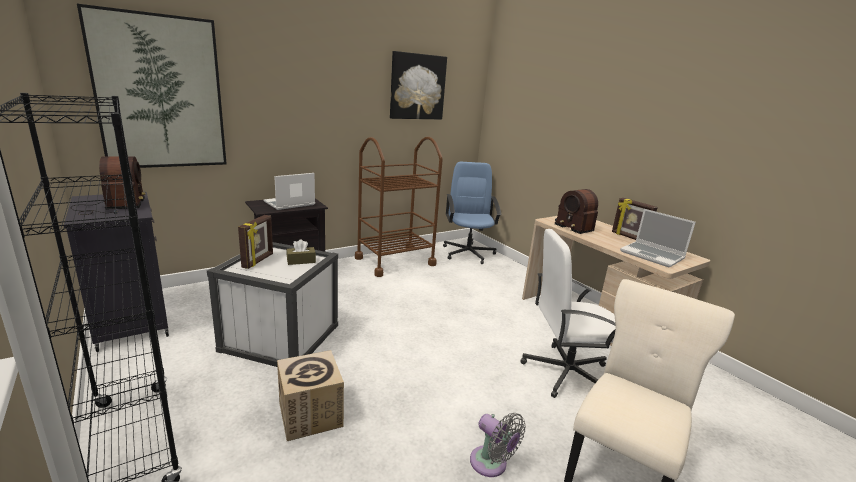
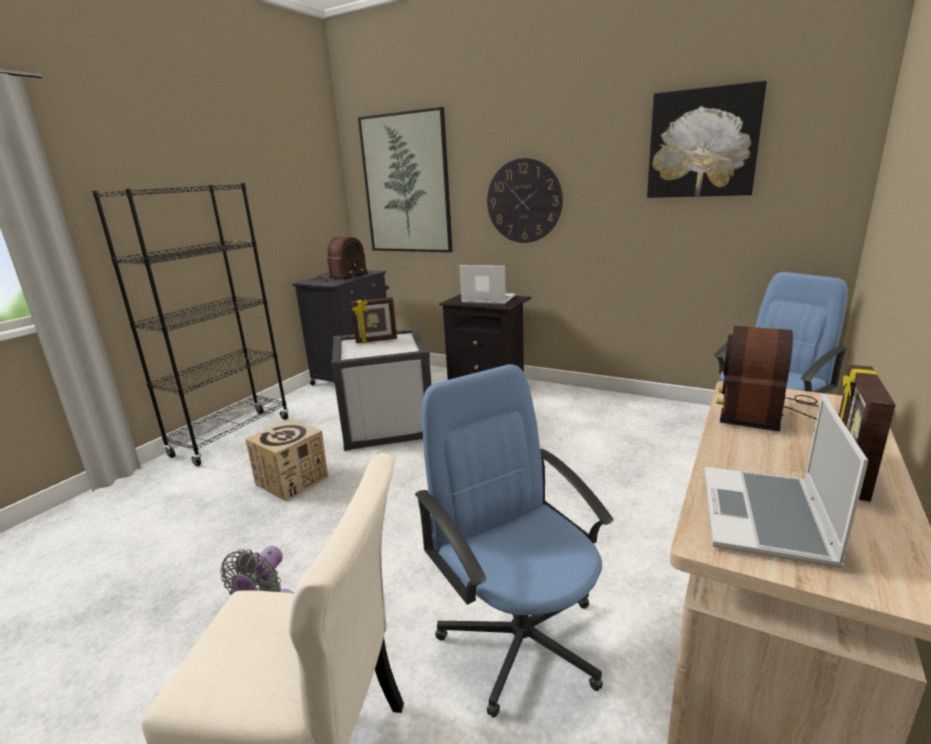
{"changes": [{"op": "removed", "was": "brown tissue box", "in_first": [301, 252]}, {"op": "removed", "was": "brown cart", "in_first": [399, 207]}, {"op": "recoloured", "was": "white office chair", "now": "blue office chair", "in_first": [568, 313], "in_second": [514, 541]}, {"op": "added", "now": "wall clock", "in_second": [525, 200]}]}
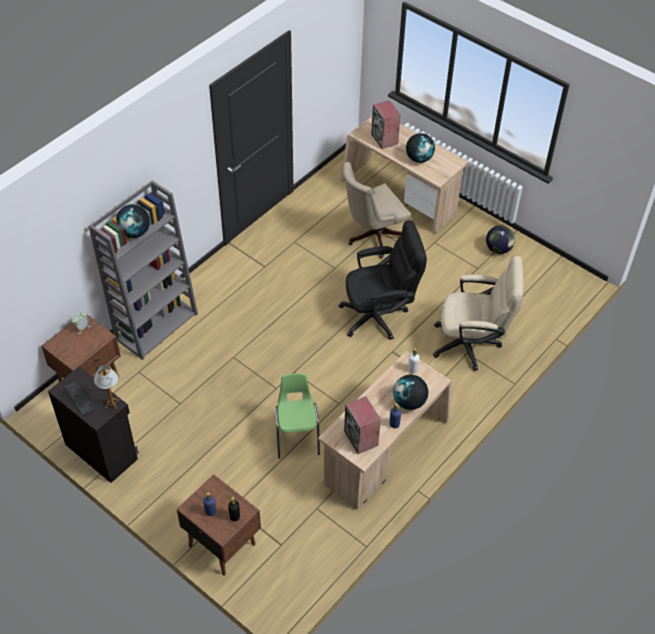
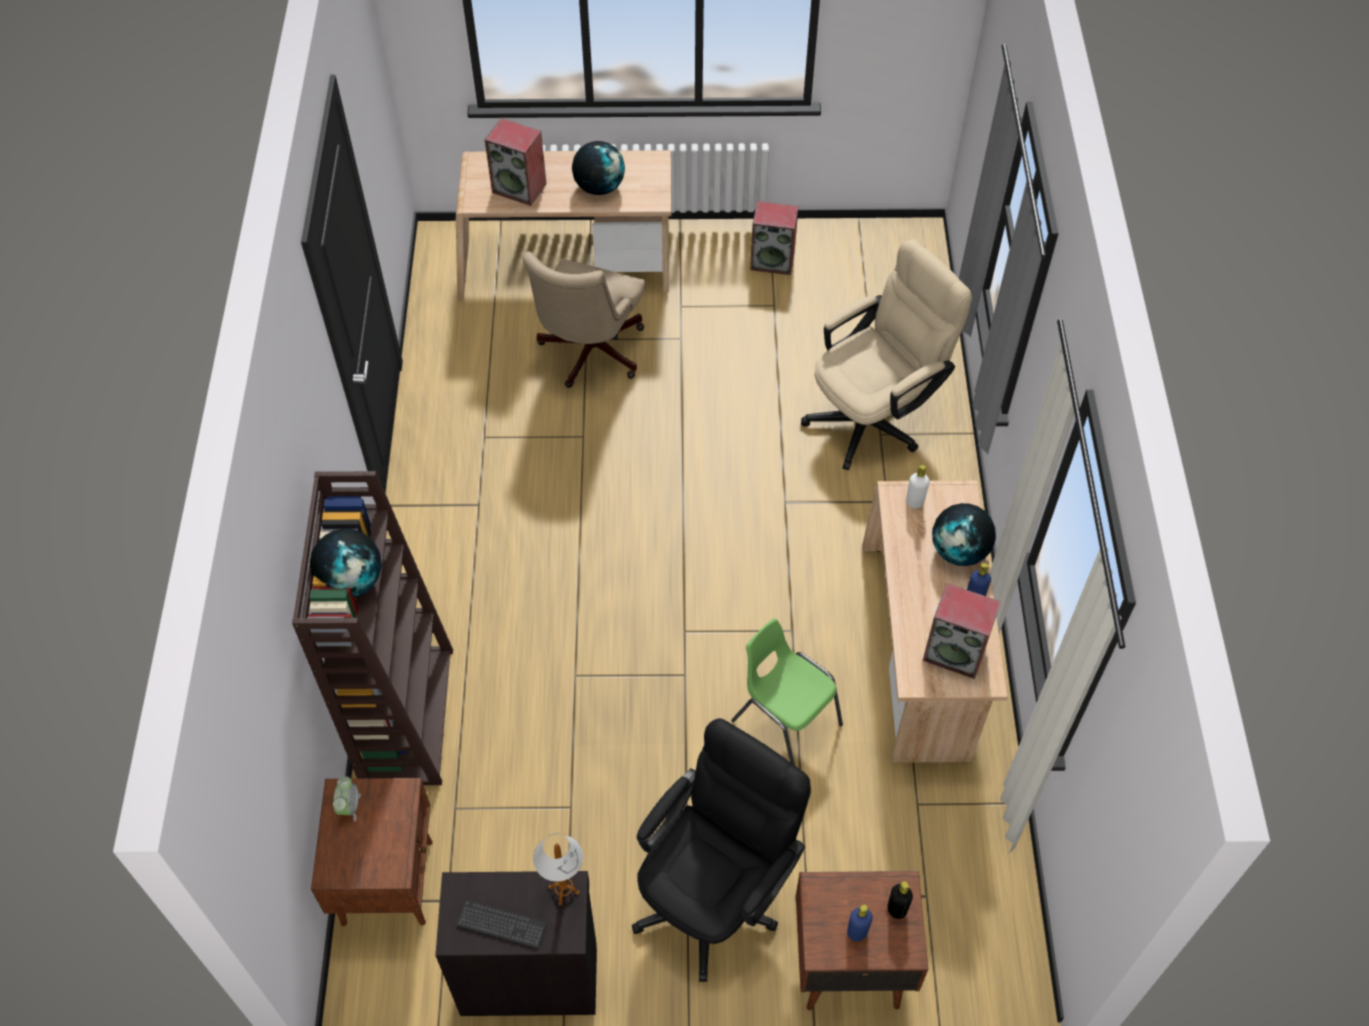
{"changes": [{"op": "recoloured", "was": "grey bookcase", "now": "brown bookcase", "in_first": [143, 270], "in_second": [372, 628]}, {"op": "moved", "was": "black office chair", "in_first": [383, 280], "in_second": [721, 850]}, {"op": "replaced", "was": "globe", "now": "speaker", "in_first": [500, 239], "in_second": [774, 238]}]}
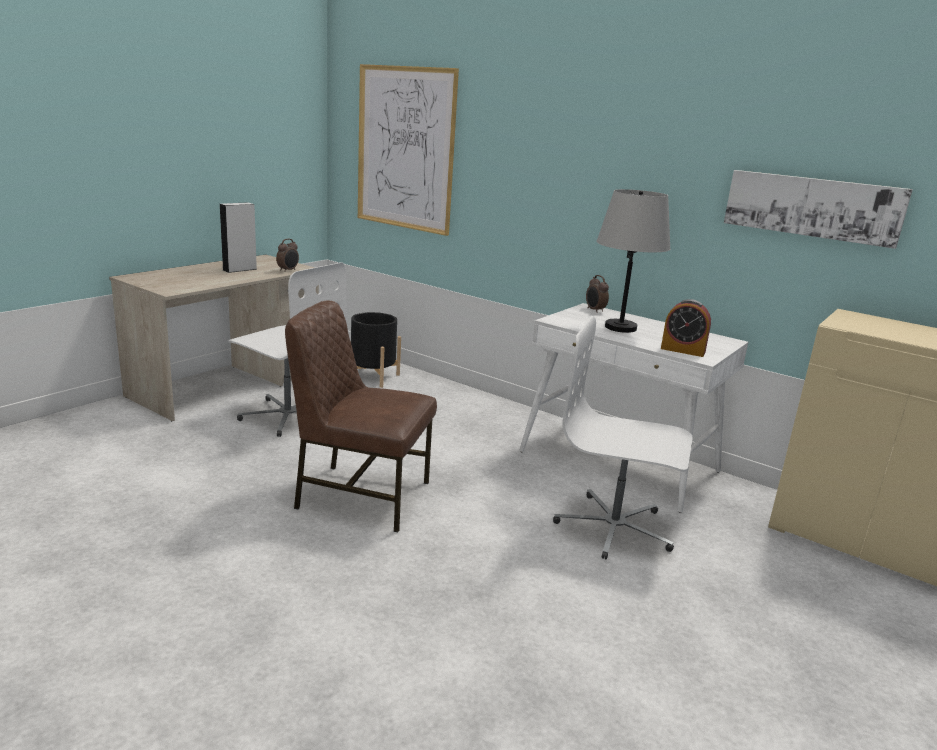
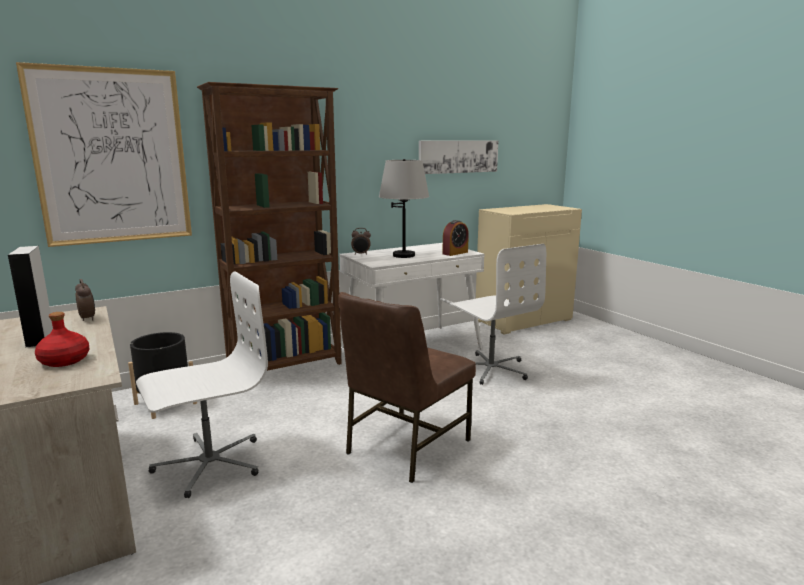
{"changes": [{"op": "turned", "was": "white office chair", "in_first": [623, 438], "in_second": [497, 314], "clockwise": -75}, {"op": "added", "now": "red bottle", "in_second": [62, 339]}, {"op": "added", "now": "brown bookcase", "in_second": [269, 226]}]}
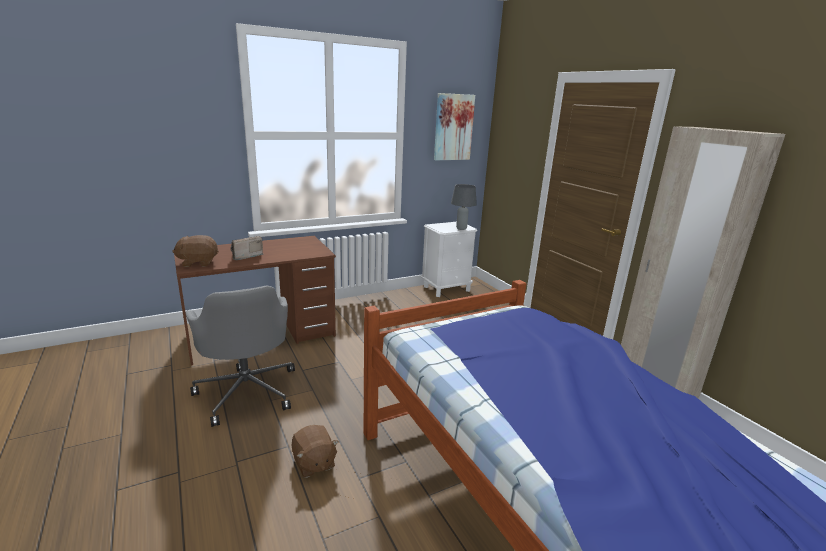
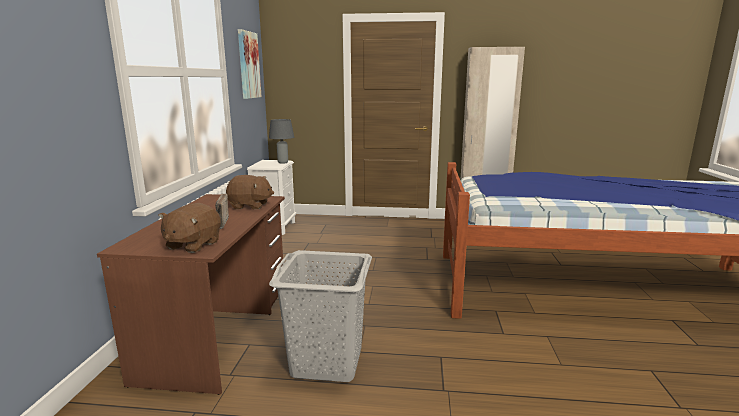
{"changes": [{"op": "replaced", "was": "grey office chair", "now": "grey laundry basket", "in_first": [240, 356], "in_second": [320, 316]}, {"op": "moved", "was": "brown plush toy", "in_first": [315, 451], "in_second": [250, 192]}]}
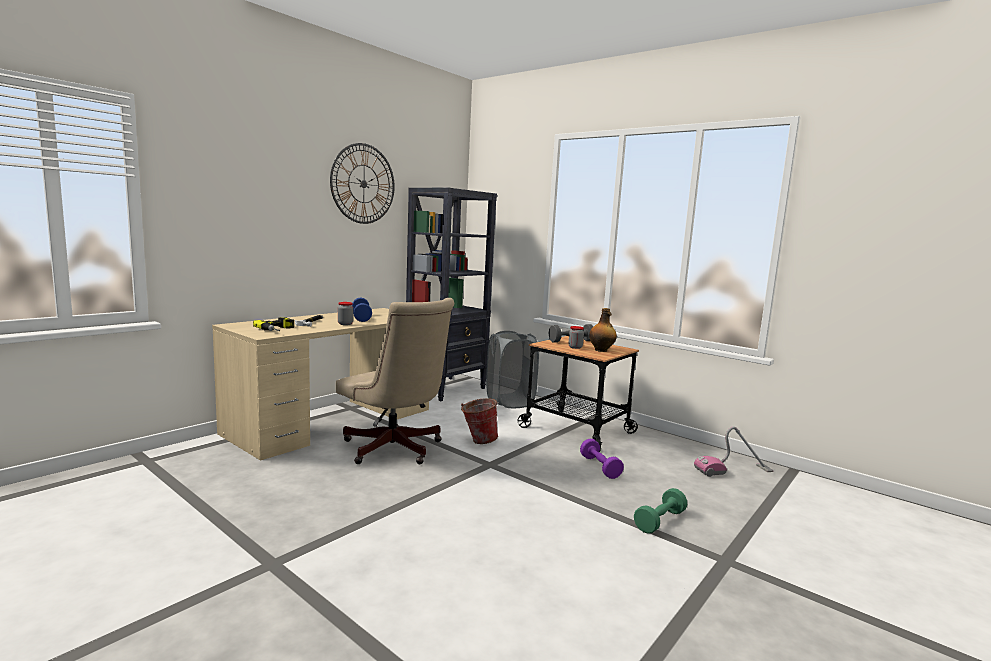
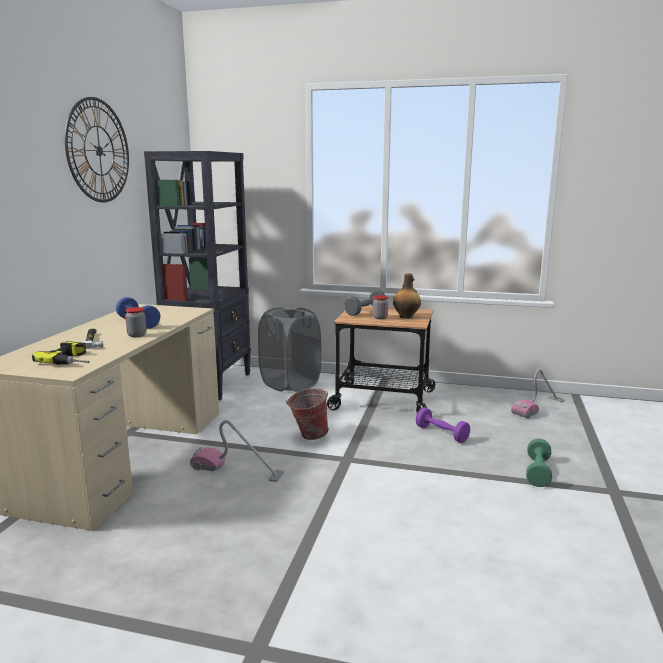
{"changes": [{"op": "replaced", "was": "beige office chair", "now": "vacuum cleaner", "in_first": [395, 381], "in_second": [237, 451]}]}
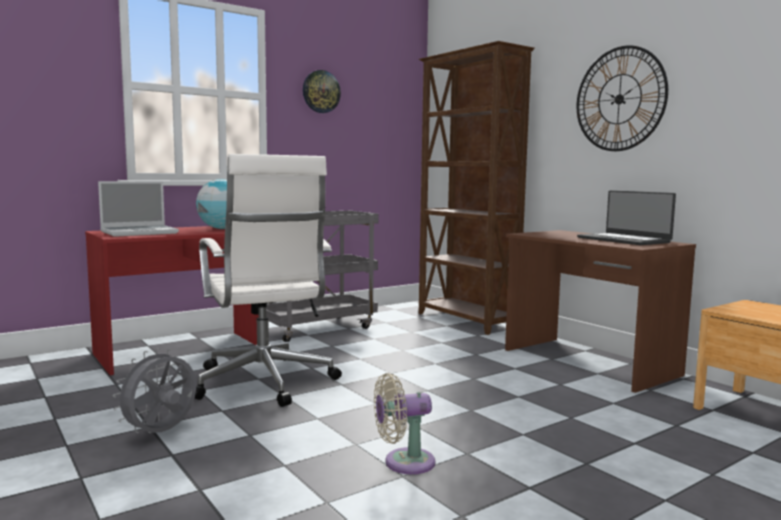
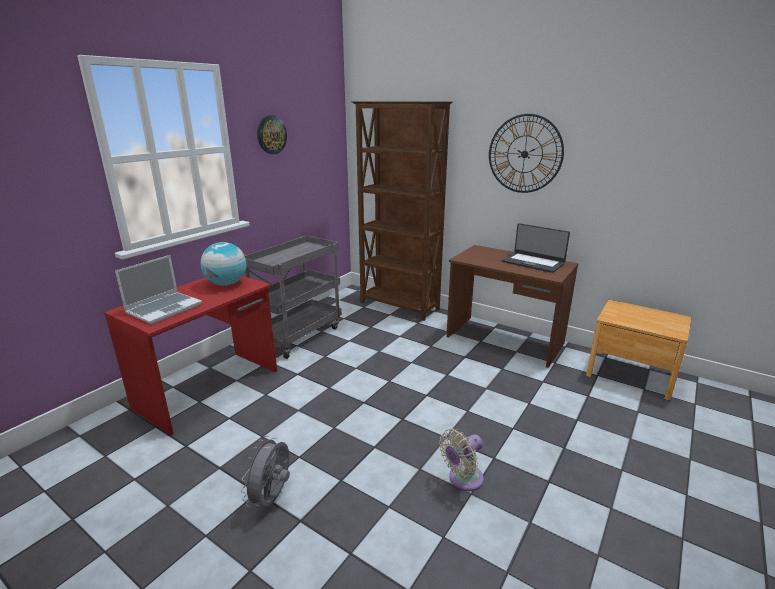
{"changes": [{"op": "removed", "was": "white office chair", "in_first": [268, 280]}]}
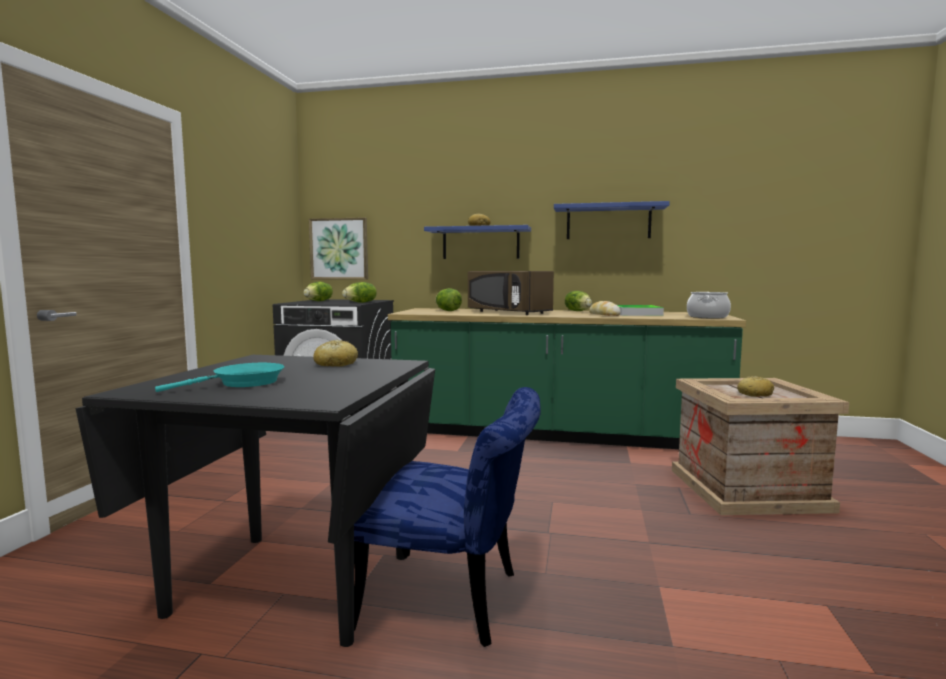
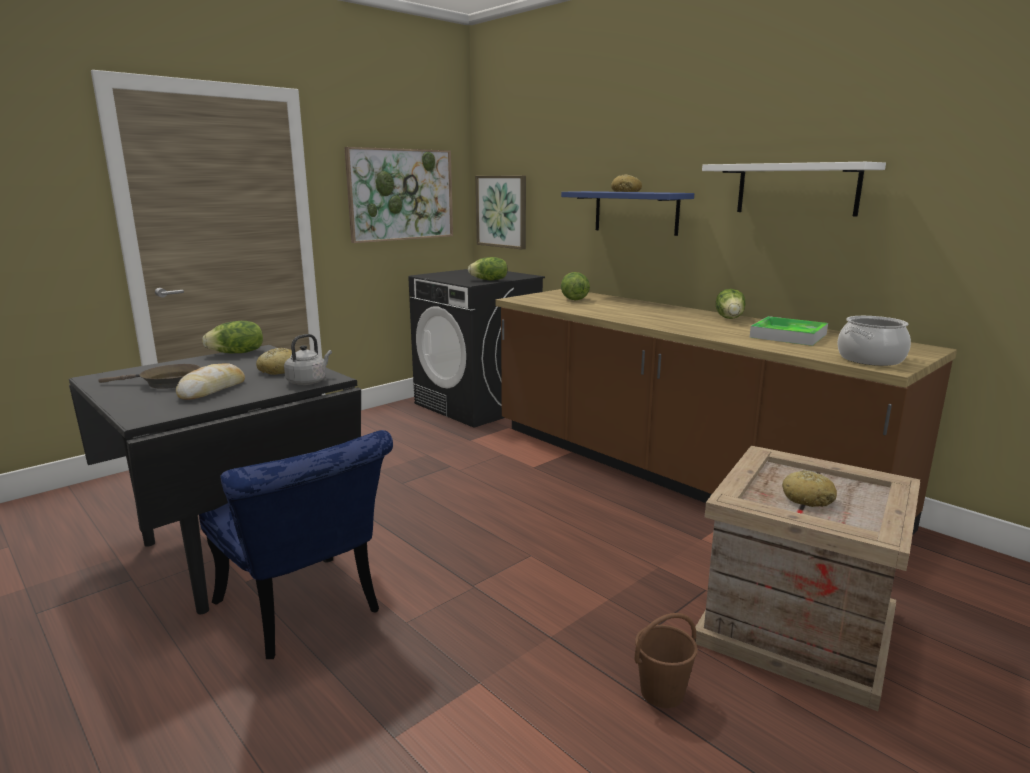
{"changes": [{"op": "recoloured", "was": "turquoise frying pan", "now": "brown frying pan", "in_first": [220, 377], "in_second": [149, 376]}, {"op": "moved", "was": "lettuce", "in_first": [318, 291], "in_second": [232, 337]}, {"op": "recoloured", "was": "green counter", "now": "brown counter", "in_first": [567, 378], "in_second": [726, 412]}, {"op": "removed", "was": "brown microwave", "in_first": [511, 293]}, {"op": "recoloured", "was": "blue shelf", "now": "white shelf", "in_first": [612, 220], "in_second": [794, 189]}, {"op": "moved", "was": "bread", "in_first": [605, 308], "in_second": [210, 381]}, {"op": "added", "now": "grey kettle", "in_second": [308, 359]}, {"op": "added", "now": "picture", "in_second": [398, 195]}, {"op": "added", "now": "brown bucket", "in_second": [666, 660]}]}
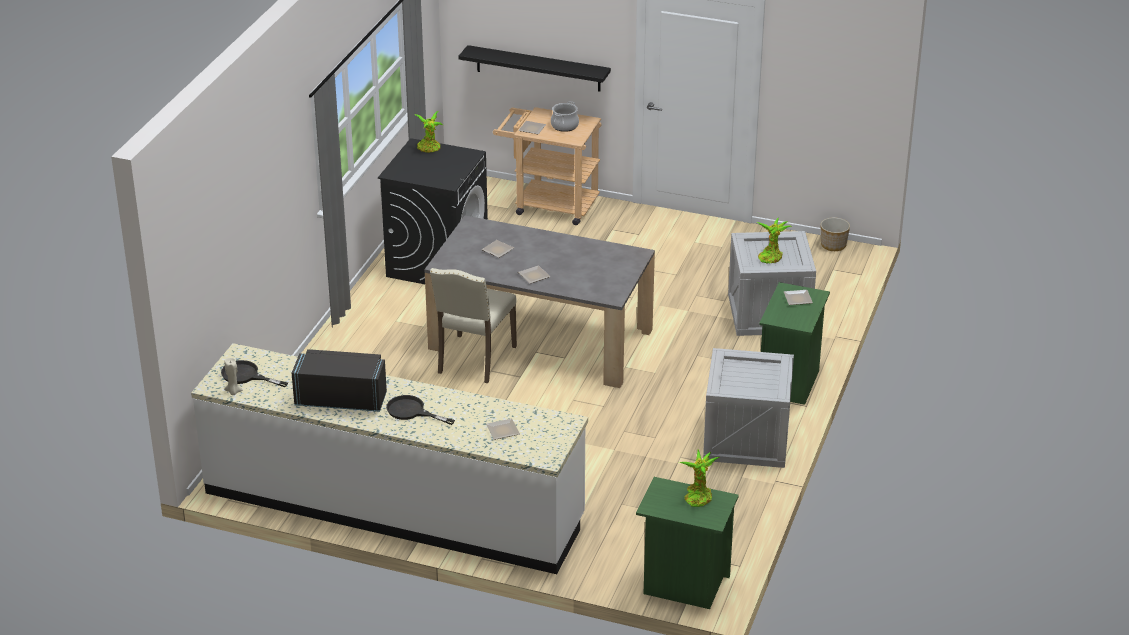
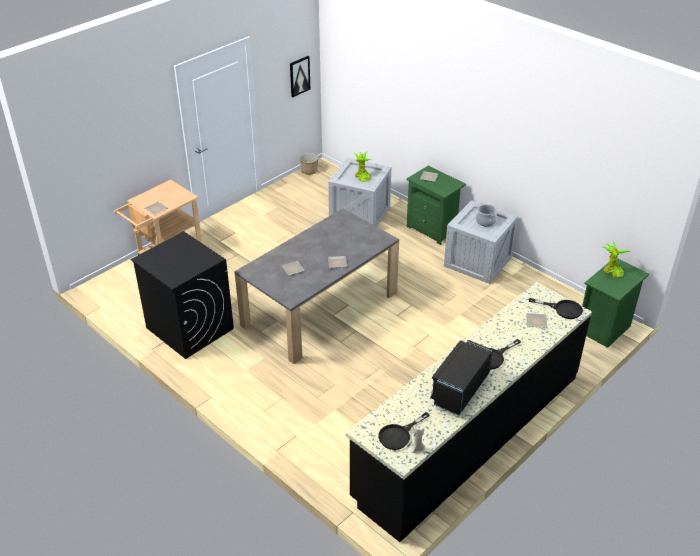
{"changes": [{"op": "recoloured", "was": "white counter", "now": "black counter", "in_first": [389, 458], "in_second": [469, 412]}, {"op": "removed", "was": "potted plant", "in_first": [428, 132]}, {"op": "removed", "was": "beige chair", "in_first": [473, 325]}, {"op": "removed", "was": "black shelf", "in_first": [535, 68]}, {"op": "moved", "was": "cooking pot", "in_first": [565, 116], "in_second": [486, 215]}, {"op": "added", "now": "picture", "in_second": [300, 76]}, {"op": "added", "now": "black frying pan", "in_second": [556, 308]}]}
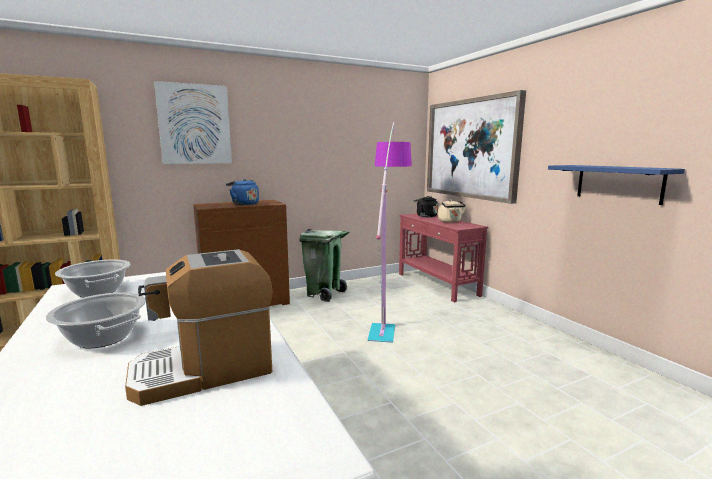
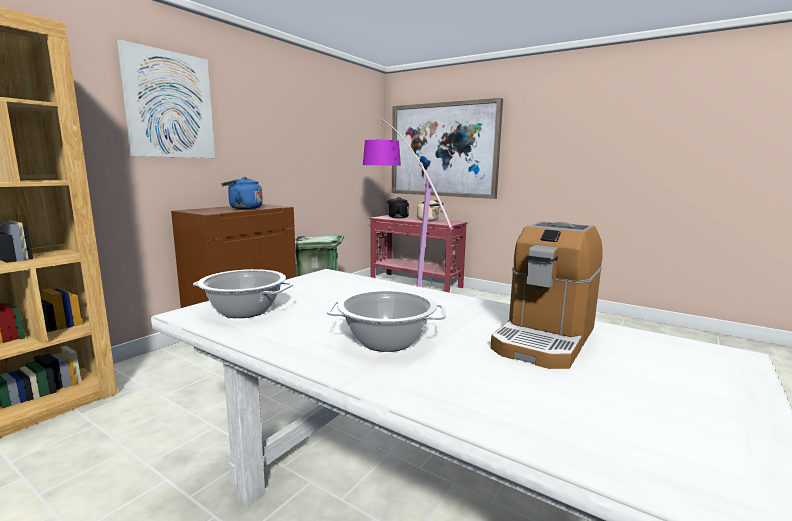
{"changes": [{"op": "removed", "was": "blue shelf", "in_first": [616, 185]}]}
